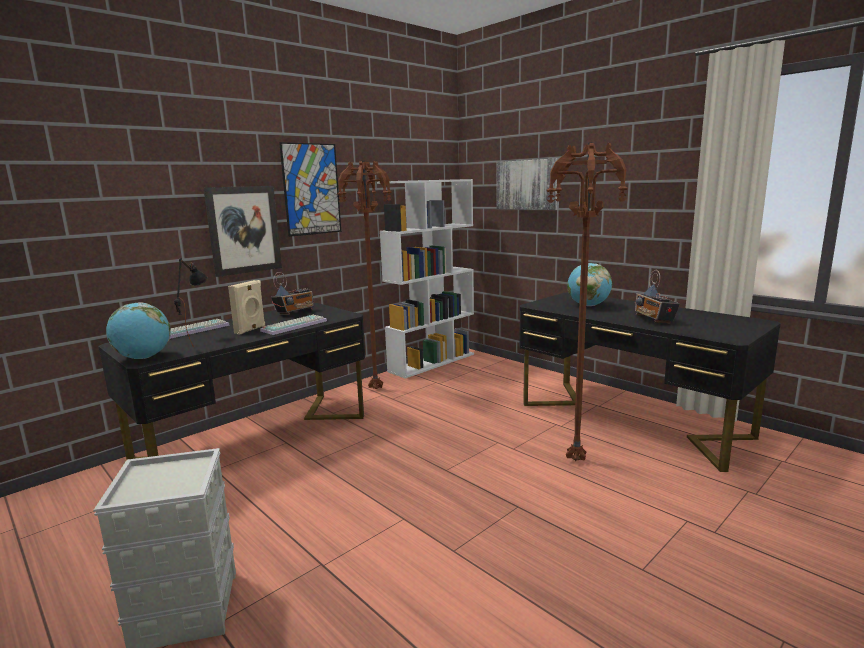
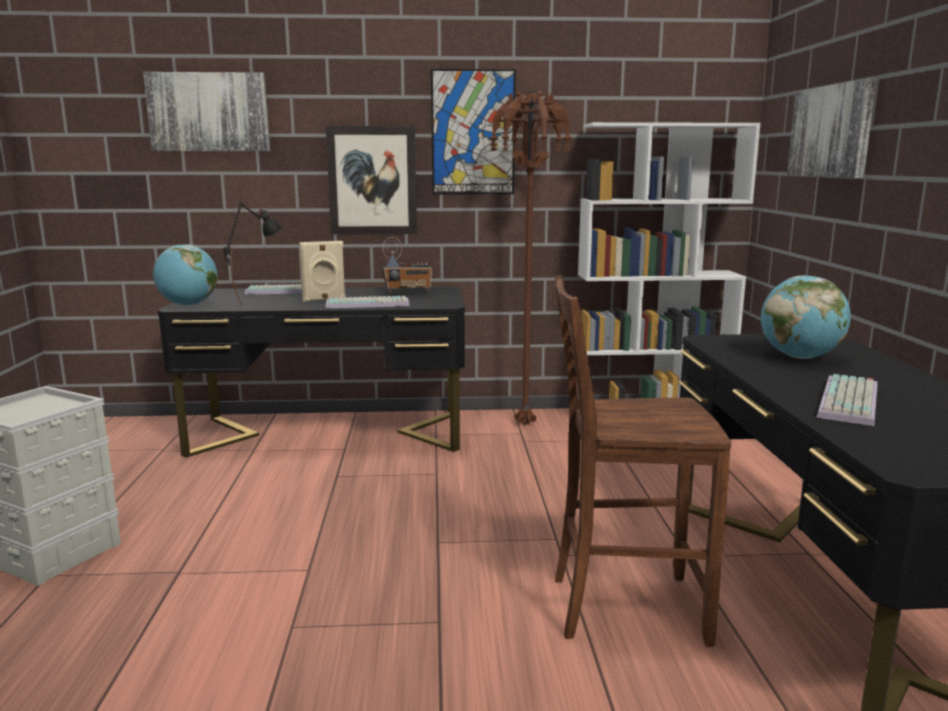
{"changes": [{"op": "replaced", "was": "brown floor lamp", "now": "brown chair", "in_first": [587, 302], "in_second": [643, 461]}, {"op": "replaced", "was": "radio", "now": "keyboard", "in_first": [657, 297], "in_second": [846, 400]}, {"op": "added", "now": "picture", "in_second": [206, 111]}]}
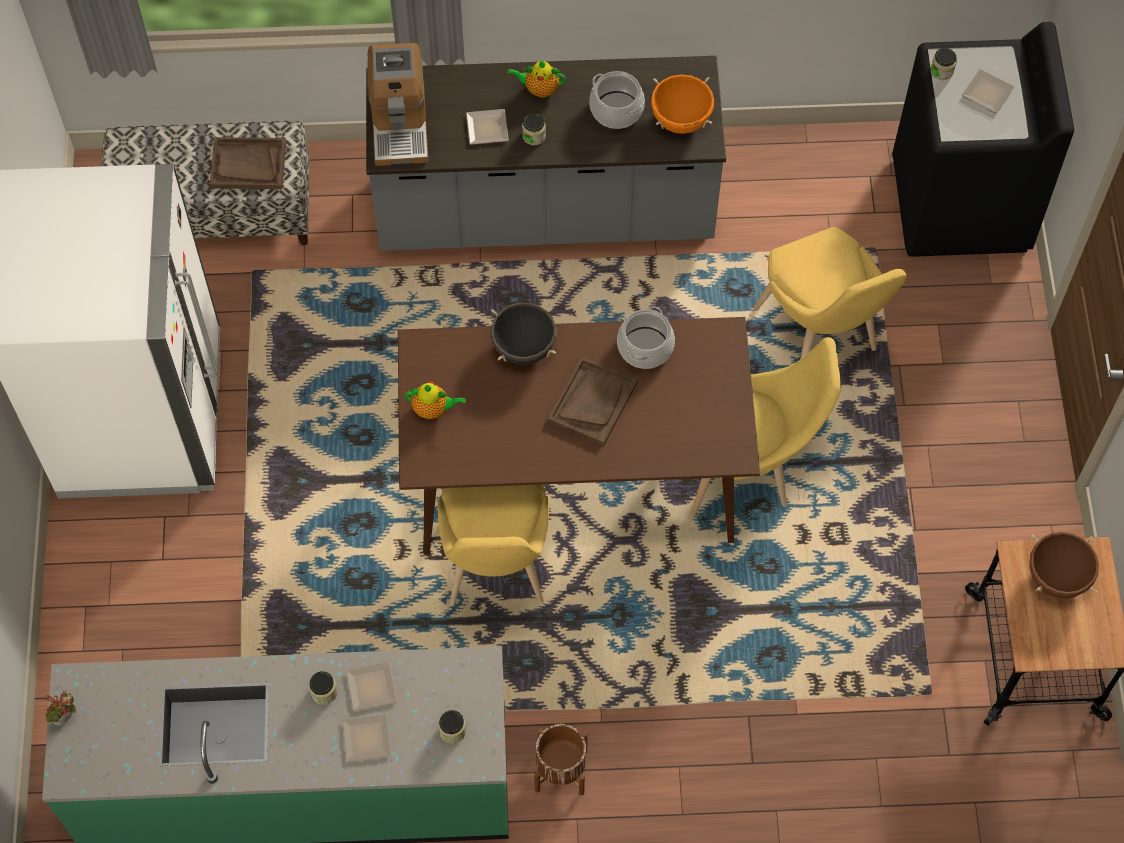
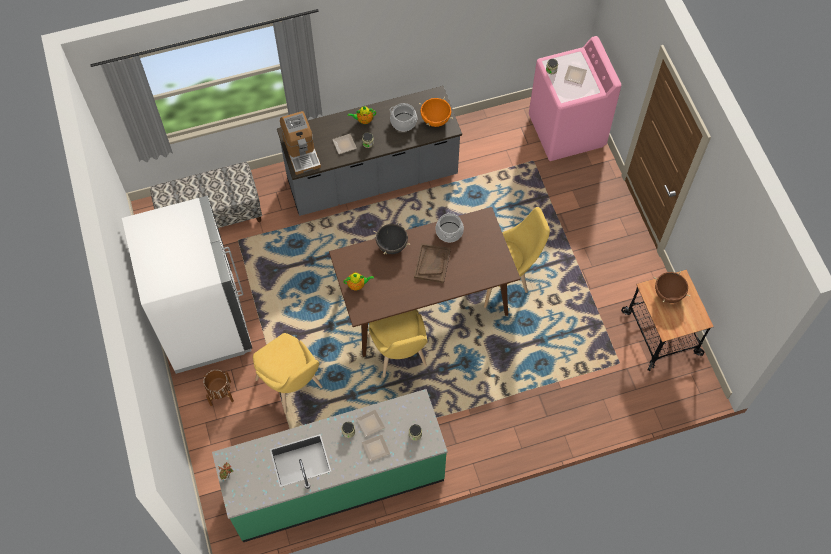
{"changes": [{"op": "removed", "was": "brown tray", "in_first": [247, 163]}, {"op": "moved", "was": "brown planter", "in_first": [561, 760], "in_second": [218, 387]}, {"op": "moved", "was": "yellow chair", "in_first": [830, 293], "in_second": [288, 373]}, {"op": "recoloured", "was": "black washing machine", "now": "pink washing machine", "in_first": [983, 139], "in_second": [575, 98]}]}
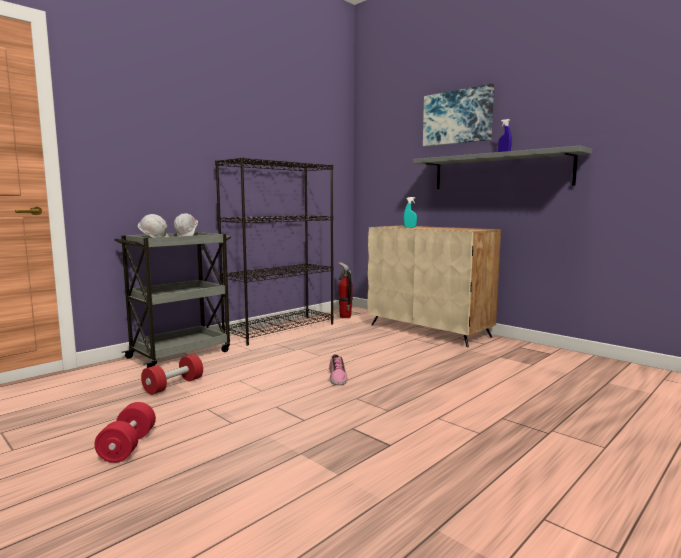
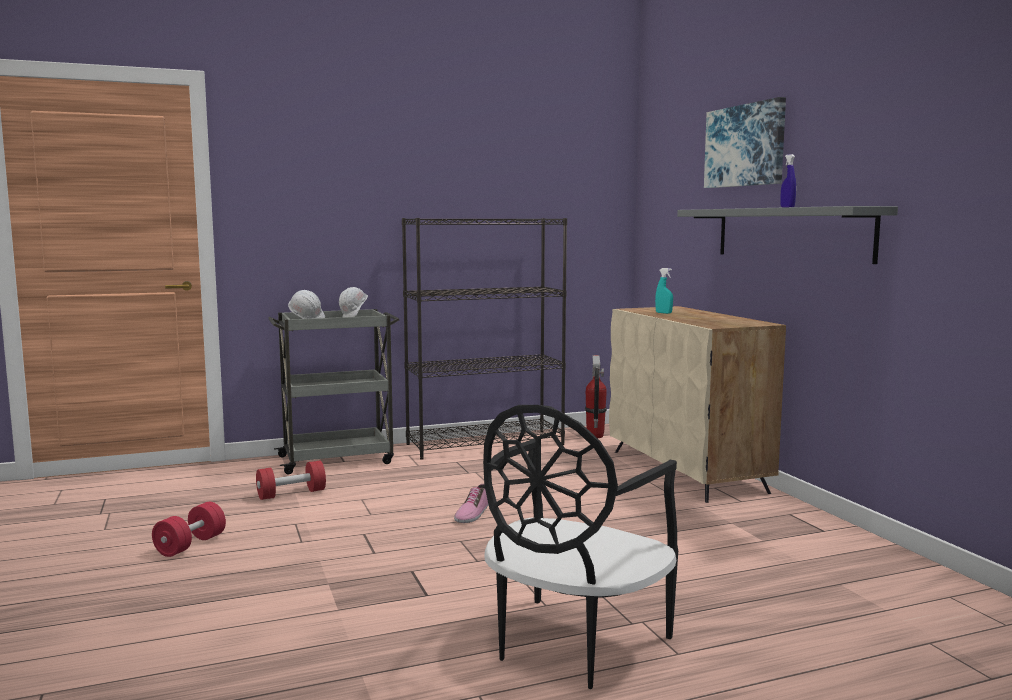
{"changes": [{"op": "added", "now": "black chair", "in_second": [580, 547]}]}
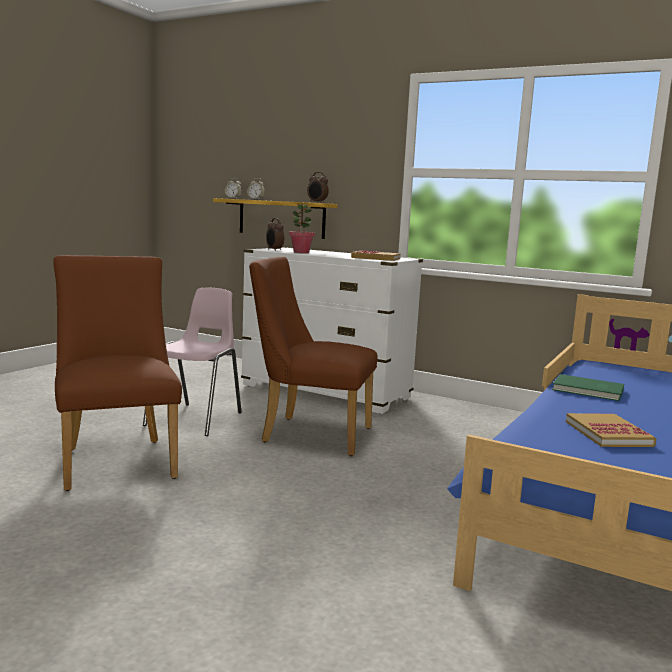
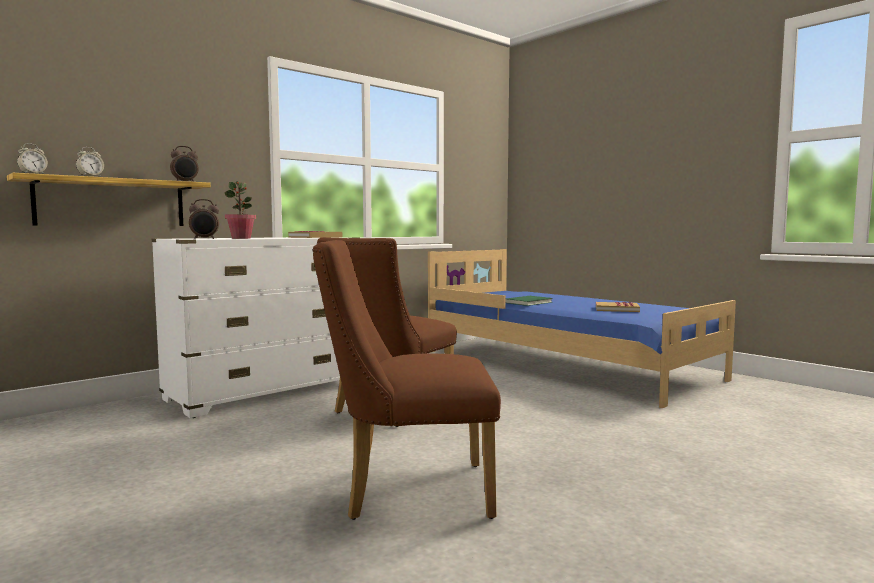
{"changes": [{"op": "removed", "was": "pink chair", "in_first": [192, 362]}]}
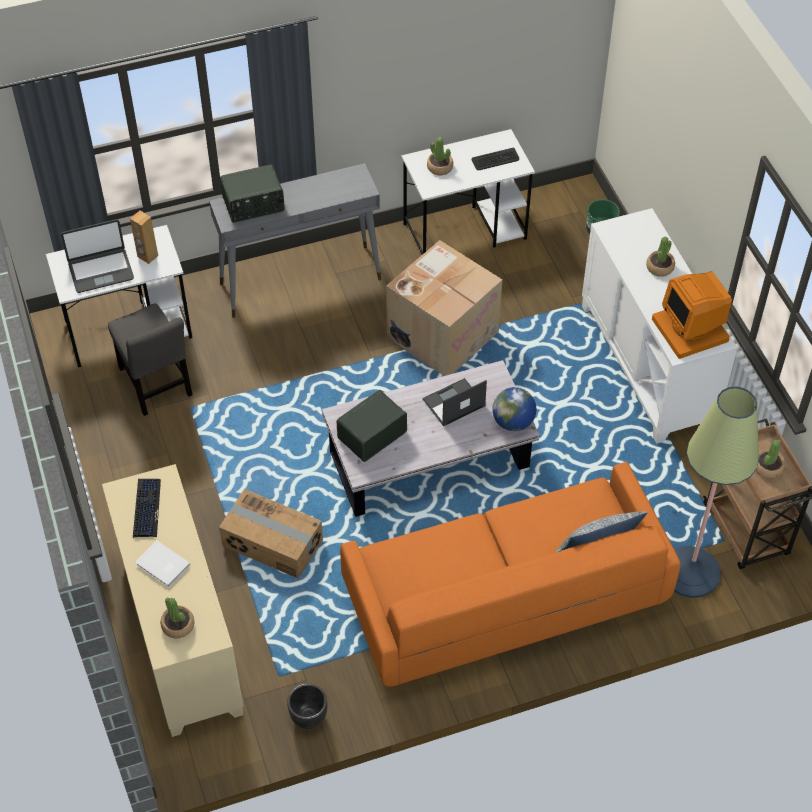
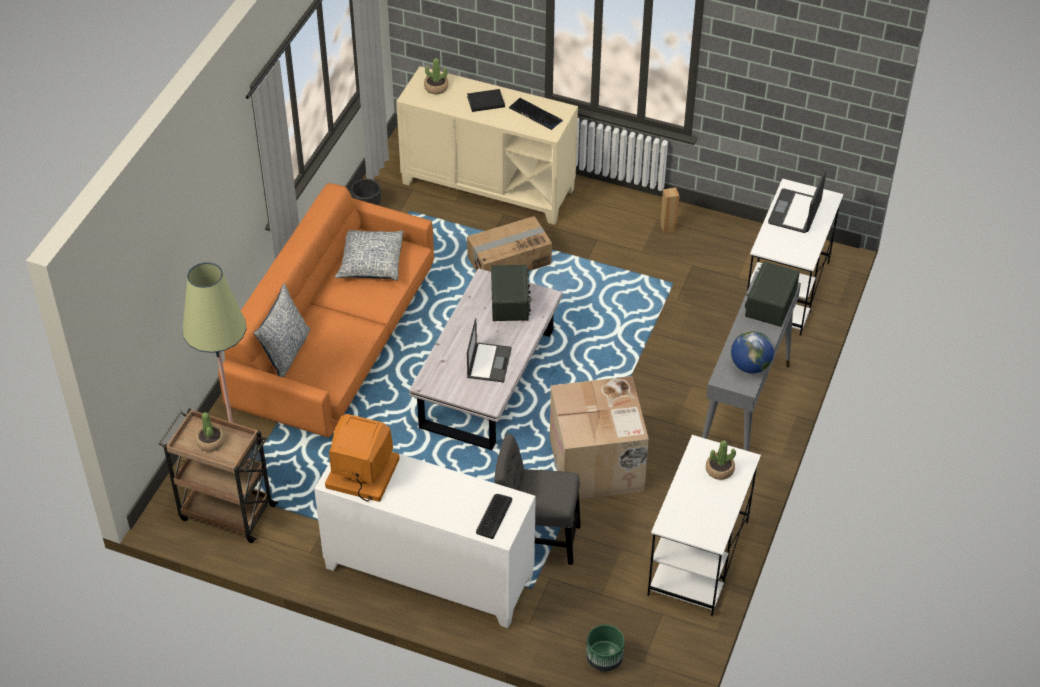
{"changes": [{"op": "moved", "was": "grey chair", "in_first": [150, 359], "in_second": [537, 499]}, {"op": "moved", "was": "brown speaker", "in_first": [144, 237], "in_second": [669, 210]}, {"op": "recoloured", "was": "white book", "now": "black book", "in_first": [162, 564], "in_second": [486, 100]}, {"op": "moved", "was": "keyboard", "in_first": [495, 159], "in_second": [494, 516]}, {"op": "moved", "was": "globe", "in_first": [514, 409], "in_second": [752, 352]}, {"op": "removed", "was": "potted plant", "in_first": [660, 257]}, {"op": "added", "now": "pillow", "in_second": [369, 255]}]}
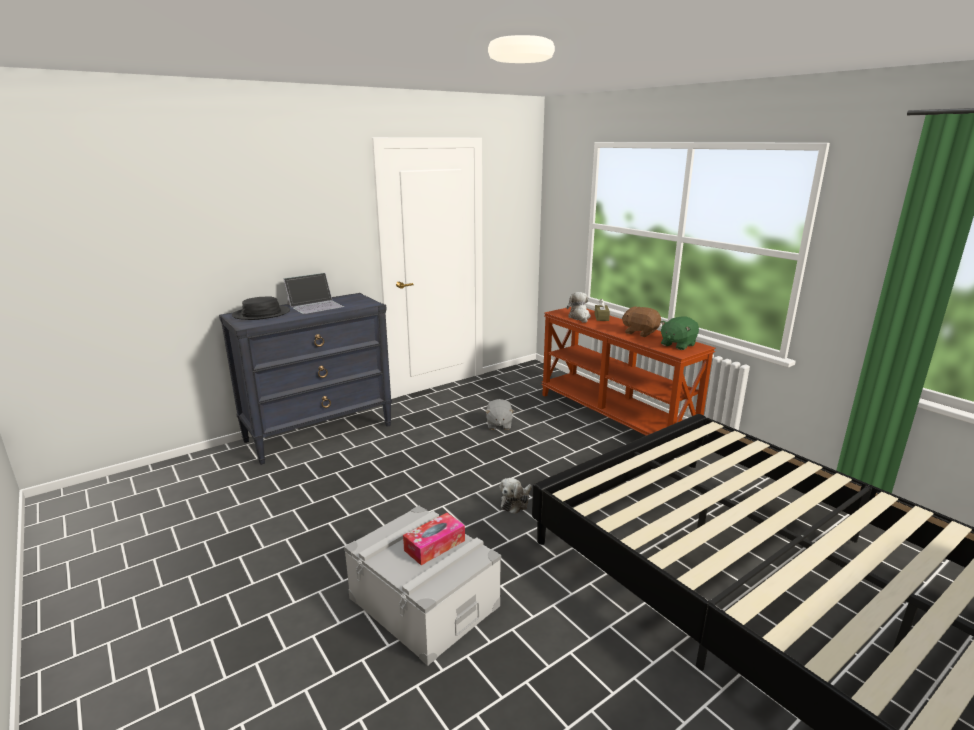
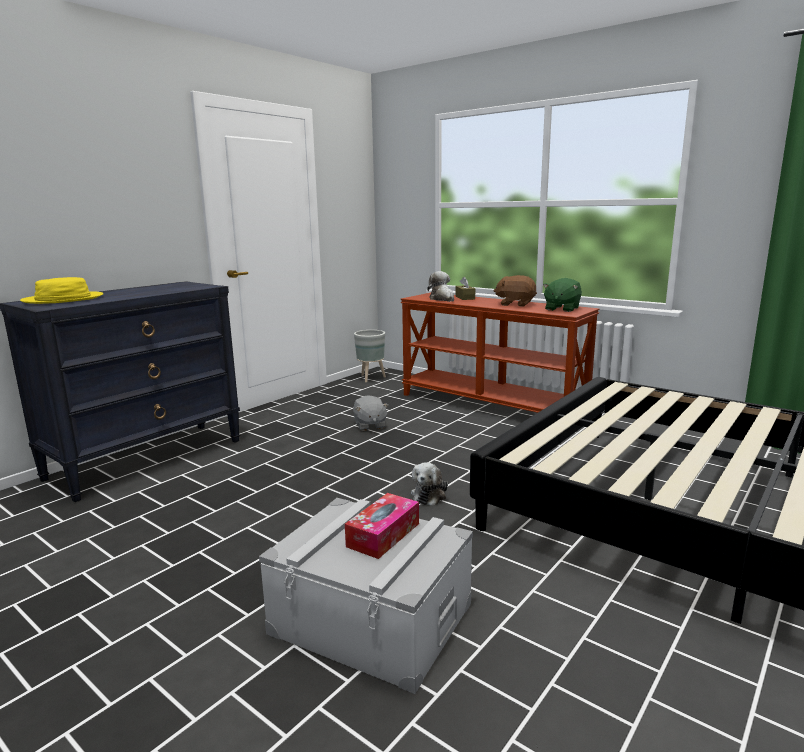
{"changes": [{"op": "recoloured", "was": "black hat", "now": "yellow hat", "in_first": [261, 308], "in_second": [62, 290]}, {"op": "removed", "was": "laptop", "in_first": [314, 293]}, {"op": "added", "now": "grey planter", "in_second": [370, 356]}]}
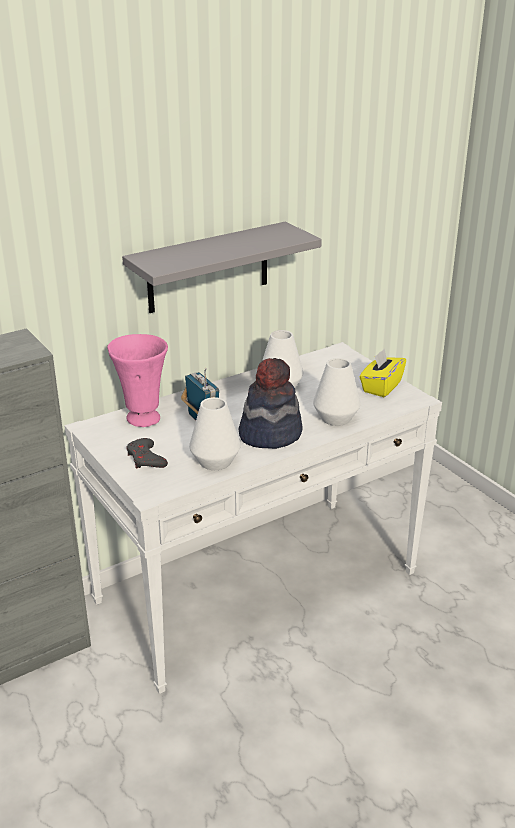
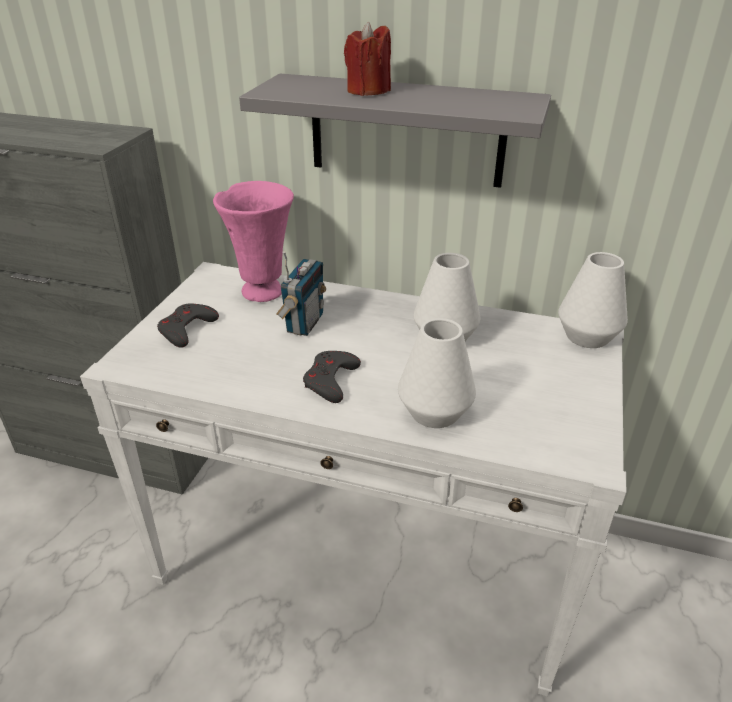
{"changes": [{"op": "moved", "was": "white vase", "in_first": [215, 433], "in_second": [593, 300]}, {"op": "replaced", "was": "hat", "now": "grey game controller", "in_first": [270, 403], "in_second": [332, 377]}, {"op": "removed", "was": "yellow tissue box", "in_first": [383, 372]}, {"op": "added", "now": "red candle", "in_second": [367, 58]}]}
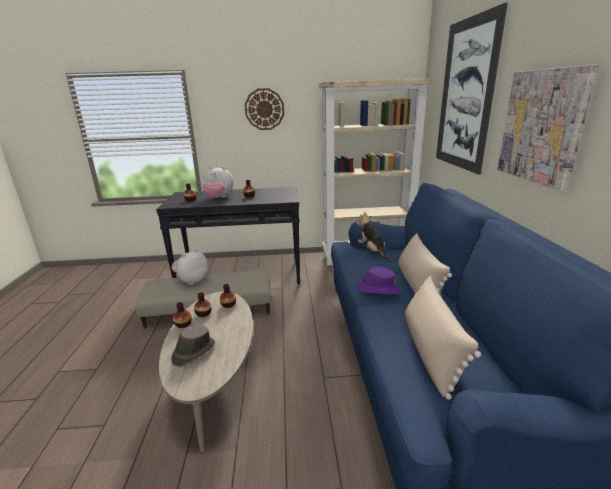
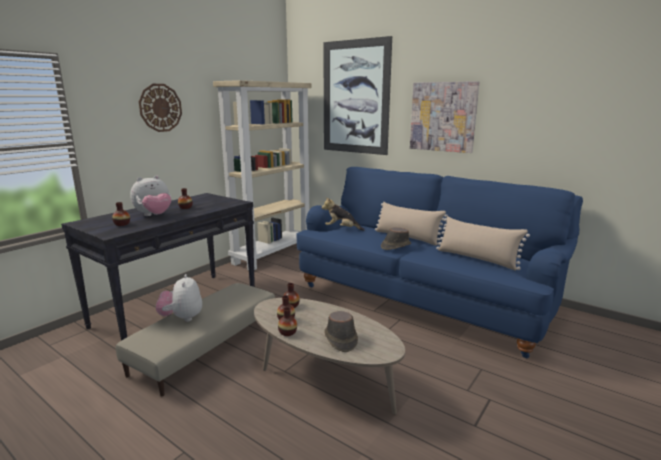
{"changes": [{"op": "recoloured", "was": "purple hat", "now": "brown hat", "in_first": [378, 281], "in_second": [396, 239]}]}
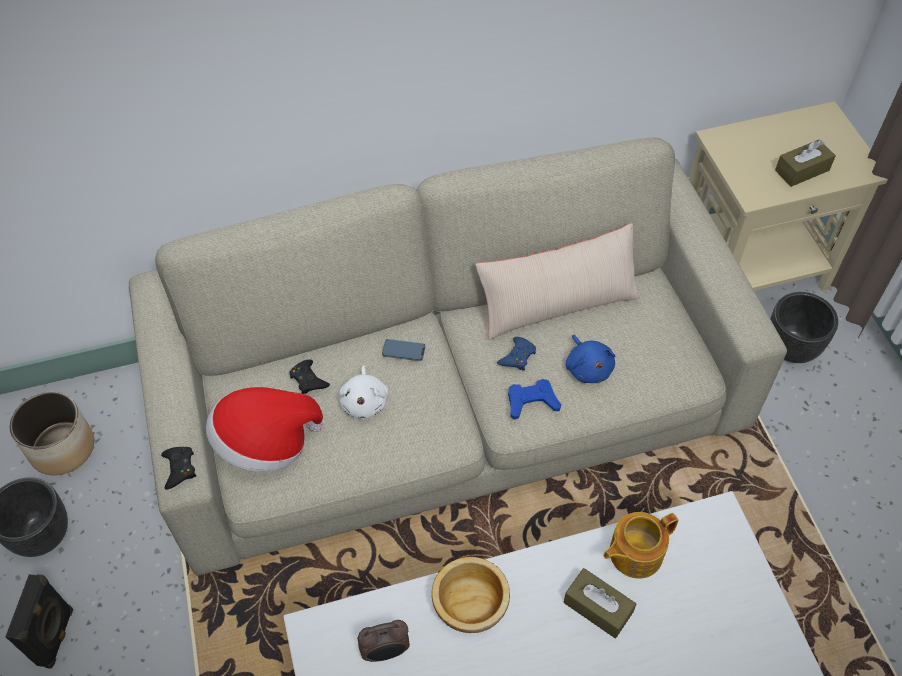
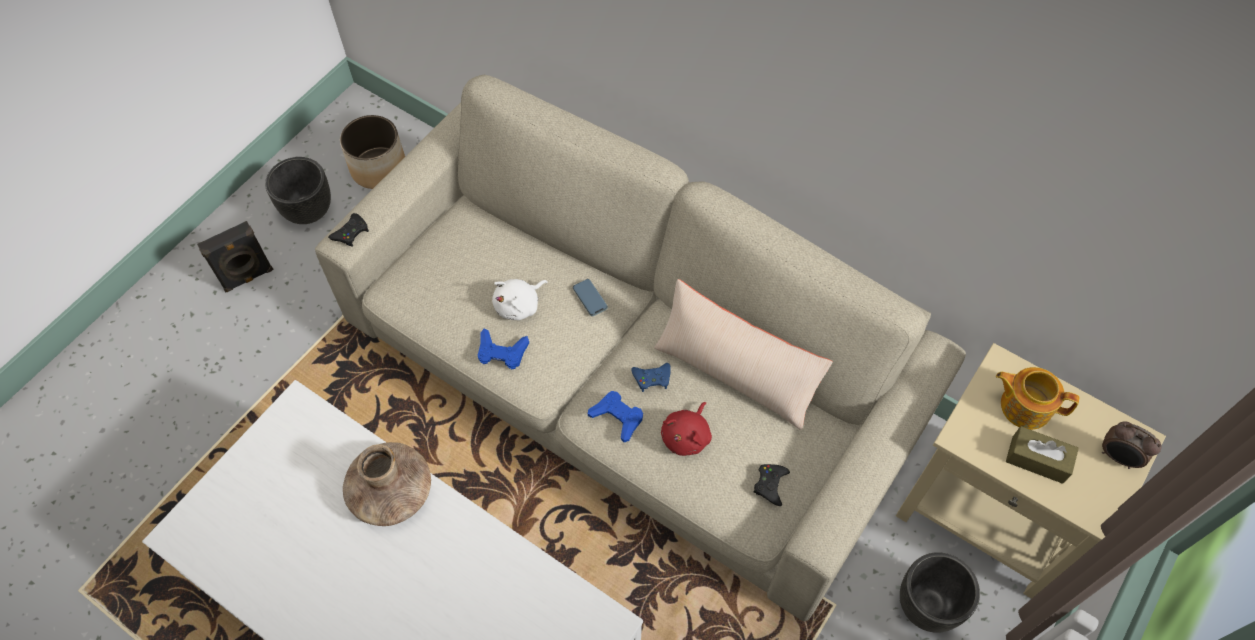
{"changes": [{"op": "removed", "was": "hat", "in_first": [264, 429]}, {"op": "moved", "was": "black game controller", "in_first": [309, 376], "in_second": [772, 485]}, {"op": "moved", "was": "alarm clock", "in_first": [384, 641], "in_second": [1132, 445]}, {"op": "replaced", "was": "bowl", "now": "brown vase", "in_first": [471, 595], "in_second": [387, 484]}, {"op": "removed", "was": "brown tissue box", "in_first": [600, 603]}, {"op": "recoloured", "was": "blue plush toy", "now": "red plush toy", "in_first": [590, 359], "in_second": [686, 429]}, {"op": "moved", "was": "teapot", "in_first": [640, 545], "in_second": [1037, 398]}, {"op": "added", "now": "blue game controller", "in_second": [503, 348]}]}
